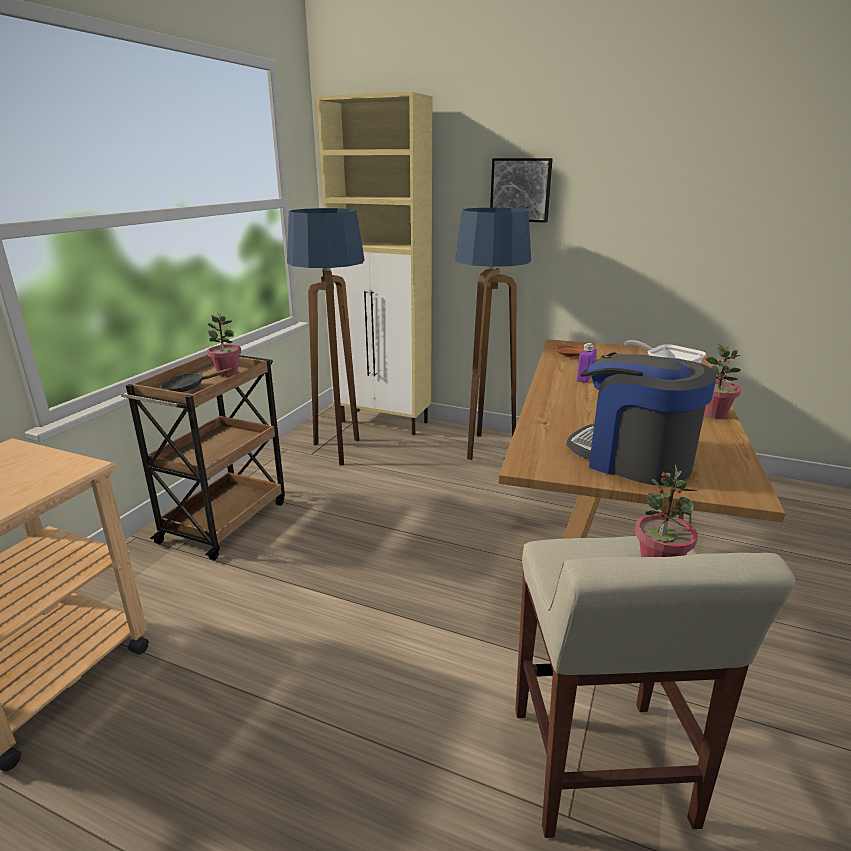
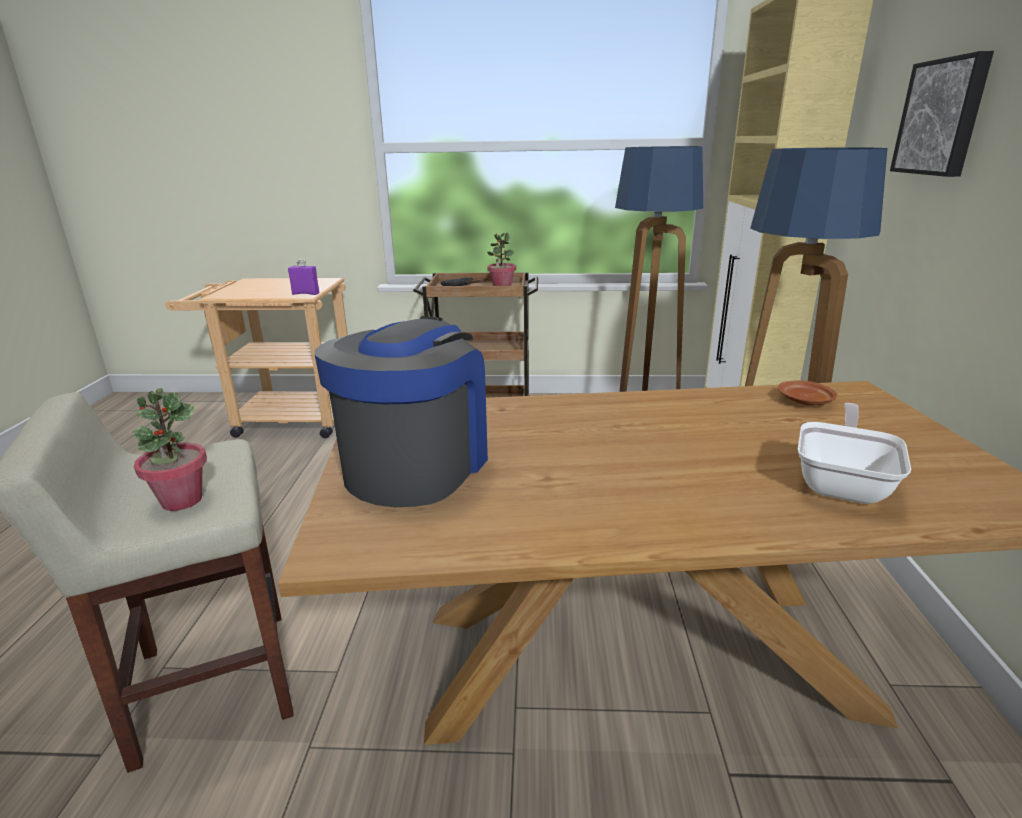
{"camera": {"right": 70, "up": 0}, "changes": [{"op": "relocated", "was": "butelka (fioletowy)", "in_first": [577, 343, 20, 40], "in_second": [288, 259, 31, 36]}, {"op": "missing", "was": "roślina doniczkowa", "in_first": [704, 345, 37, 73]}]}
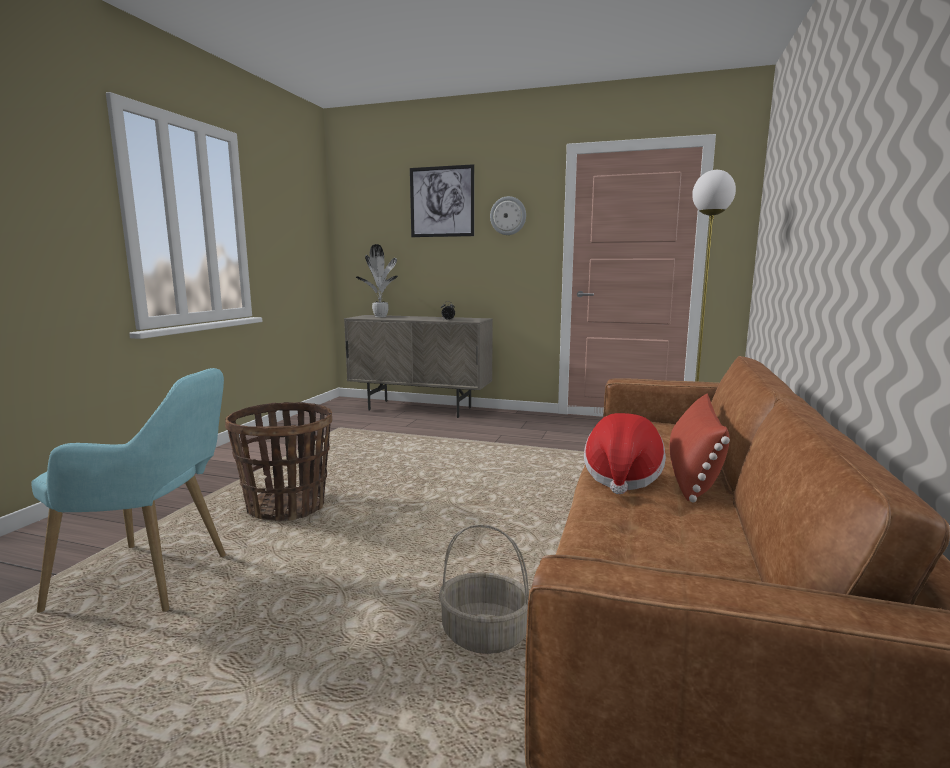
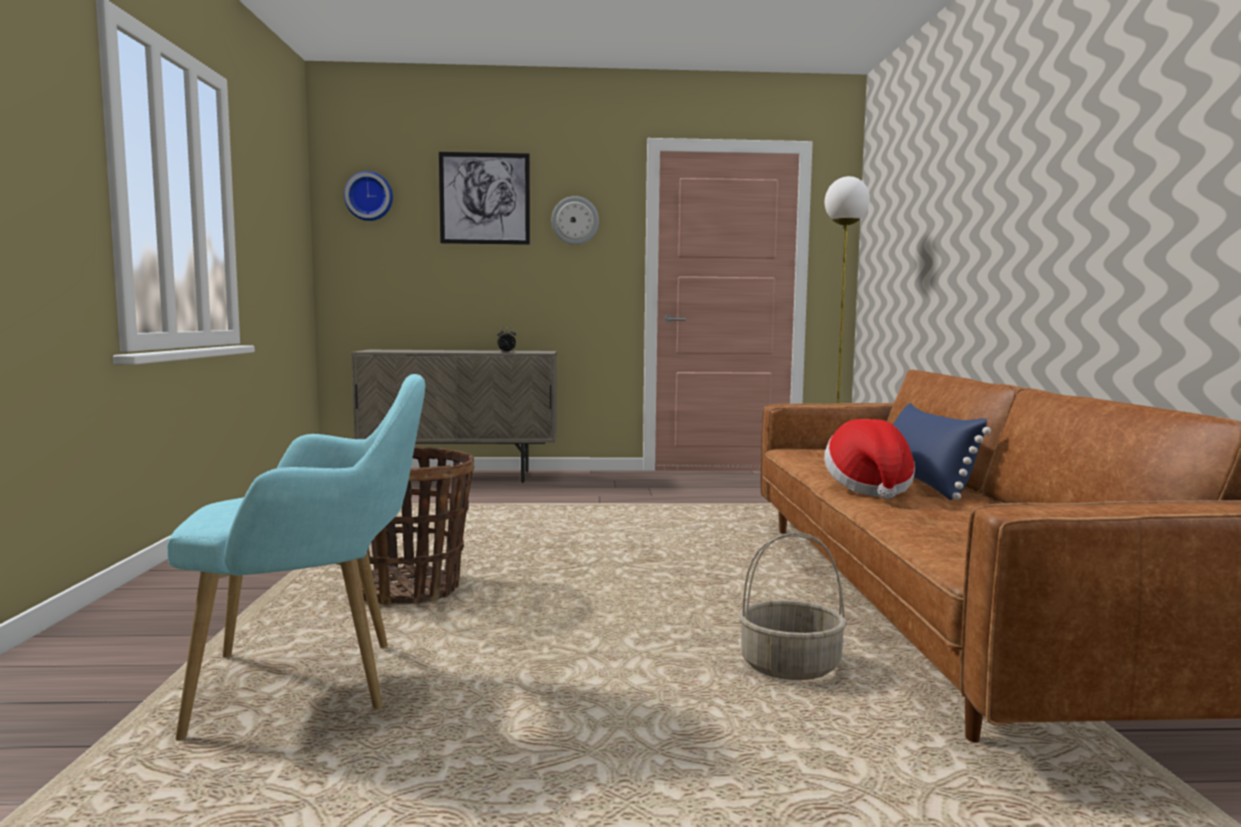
{"camera": {"right": -20, "up": -5}, "changes": [{"op": "missing", "was": "roślina doniczkowa", "in_first": [356, 244, 42, 73]}, {"op": "colour", "was": "poduszka (czerwony)", "now": "poduszka (niebieski)", "in_first": [670, 393, 60, 110], "in_second": [893, 403, 98, 97]}, {"op": "appeared", "now": "zegar ścienny", "in_second": [344, 171, 49, 50]}]}
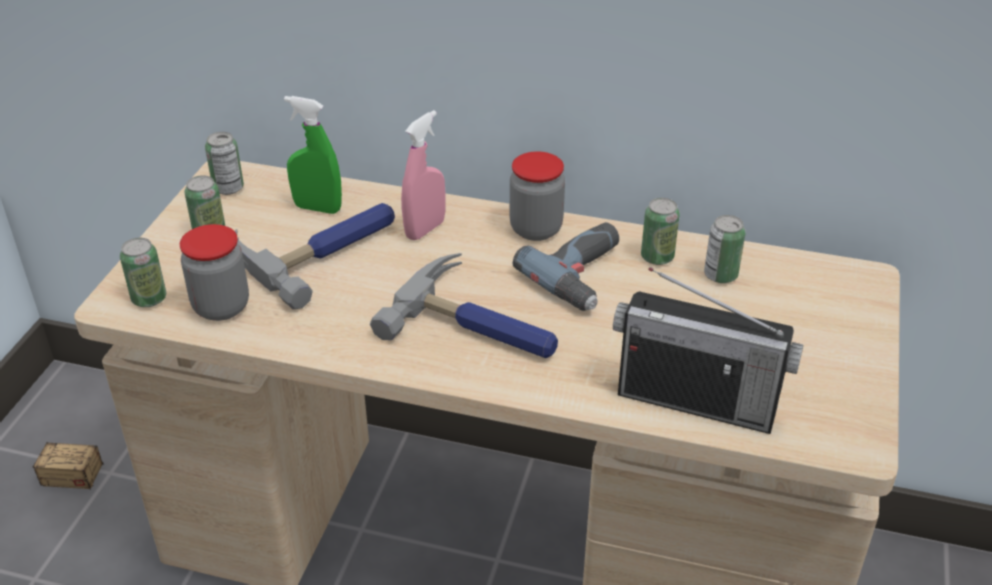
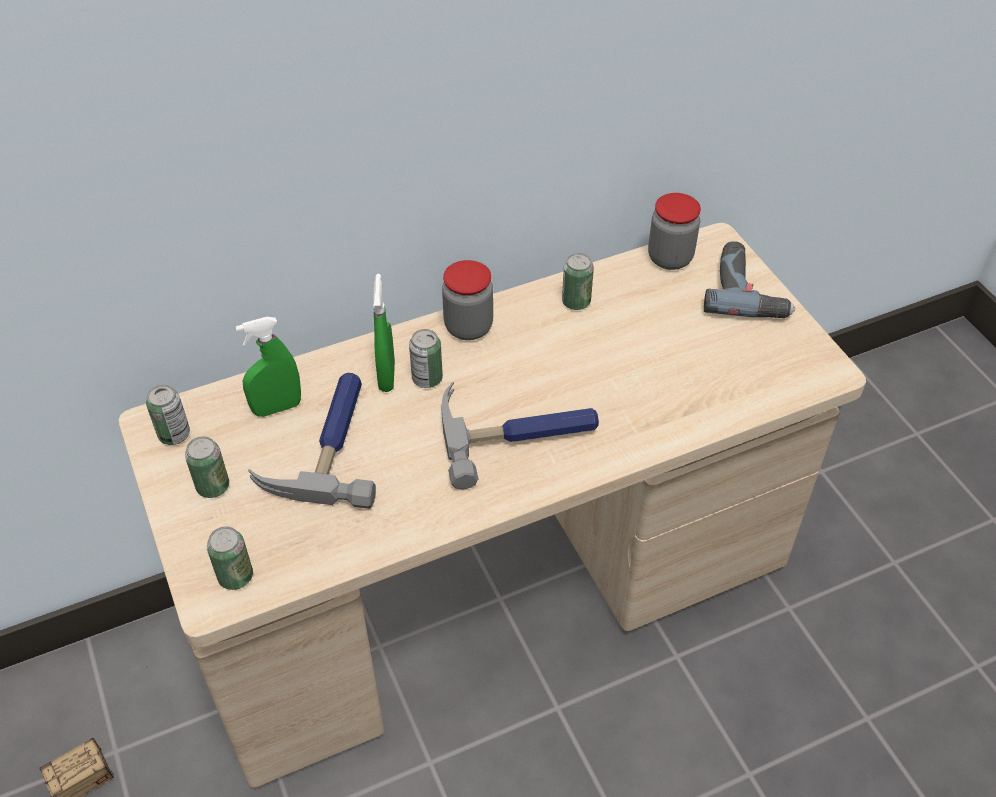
{"camera": {"right": -40, "up": 10}, "changes": [{"op": "colour", "was": "spryskiwacz (różowy)", "now": "spryskiwacz (zielony)", "in_first": [401, 110, 45, 130], "in_second": [373, 274, 22, 118]}, {"op": "relocated", "was": "puszka", "in_first": [704, 215, 42, 68], "in_second": [409, 329, 34, 59]}, {"op": "relocated", "was": "wiertarka", "in_first": [513, 222, 106, 89], "in_second": [704, 241, 91, 77]}, {"op": "relocated", "was": "słoik", "in_first": [180, 224, 69, 97], "in_second": [648, 193, 53, 77]}, {"op": "missing", "was": "radio", "in_first": [613, 267, 190, 167]}]}
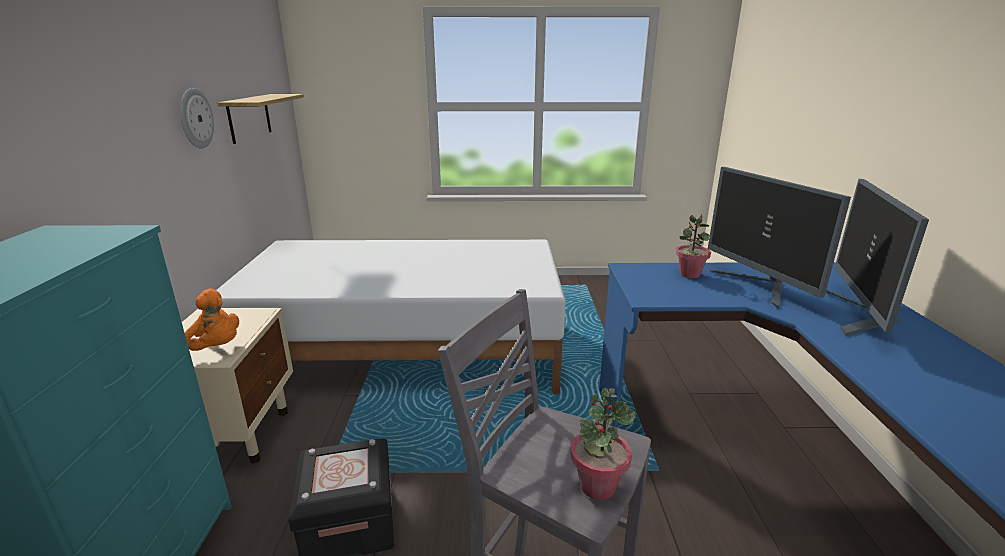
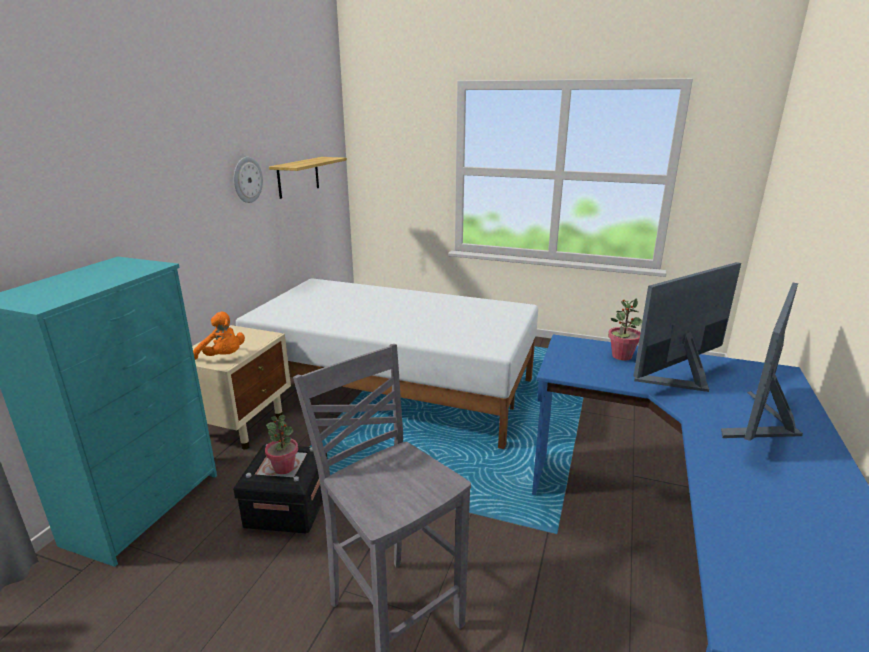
{"camera": {"right": 20, "up": 0}, "changes": [{"op": "spun", "was": "monitor", "in_first": [708, 167, 143, 142], "in_second": [634, 262, 107, 130], "clockwise": 60}, {"op": "relocated", "was": "roślina doniczkowa", "in_first": [570, 387, 66, 113], "in_second": [265, 415, 33, 59]}]}
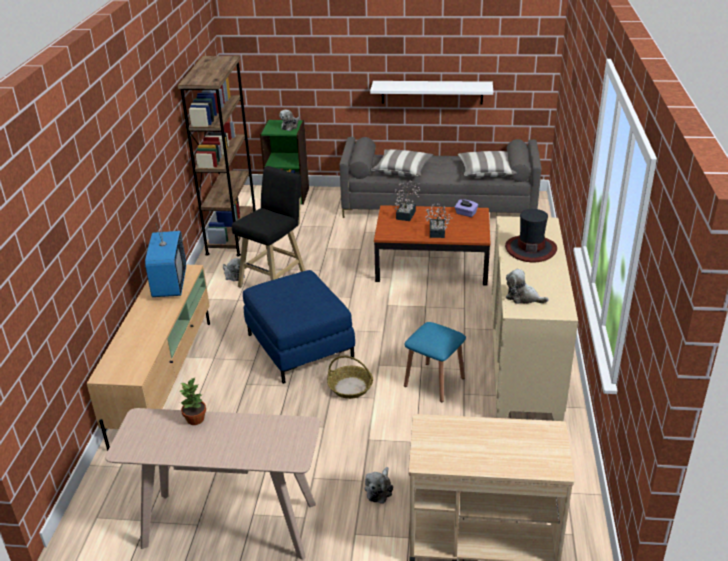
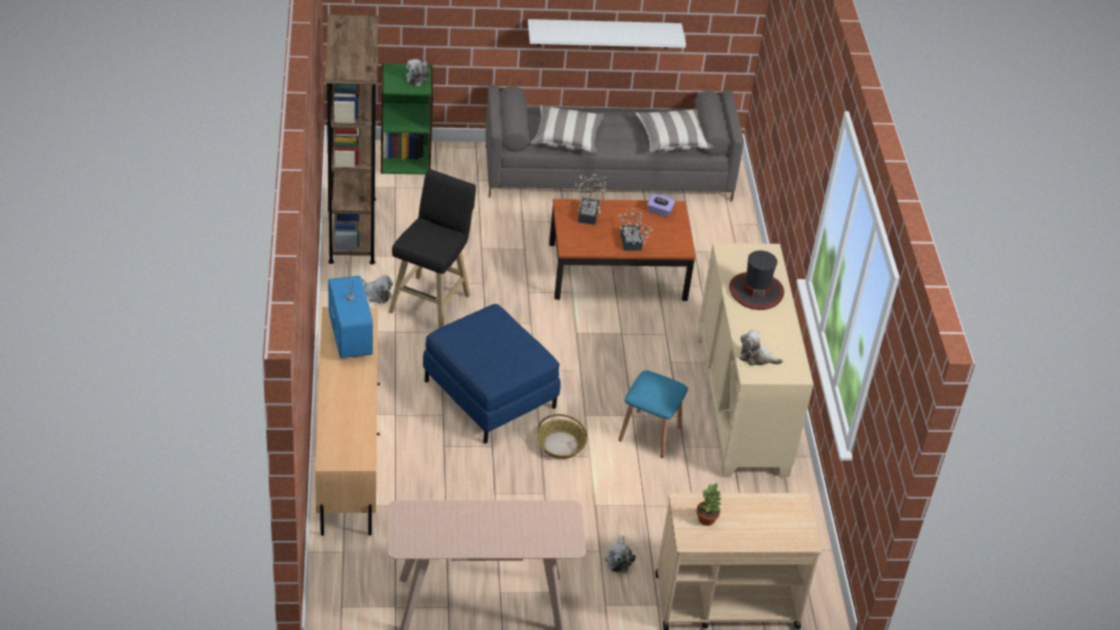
{"camera": {"right": -15, "up": 10}, "changes": [{"op": "relocated", "was": "roślina doniczkowa", "in_first": [179, 378, 27, 47], "in_second": [696, 483, 26, 43]}]}
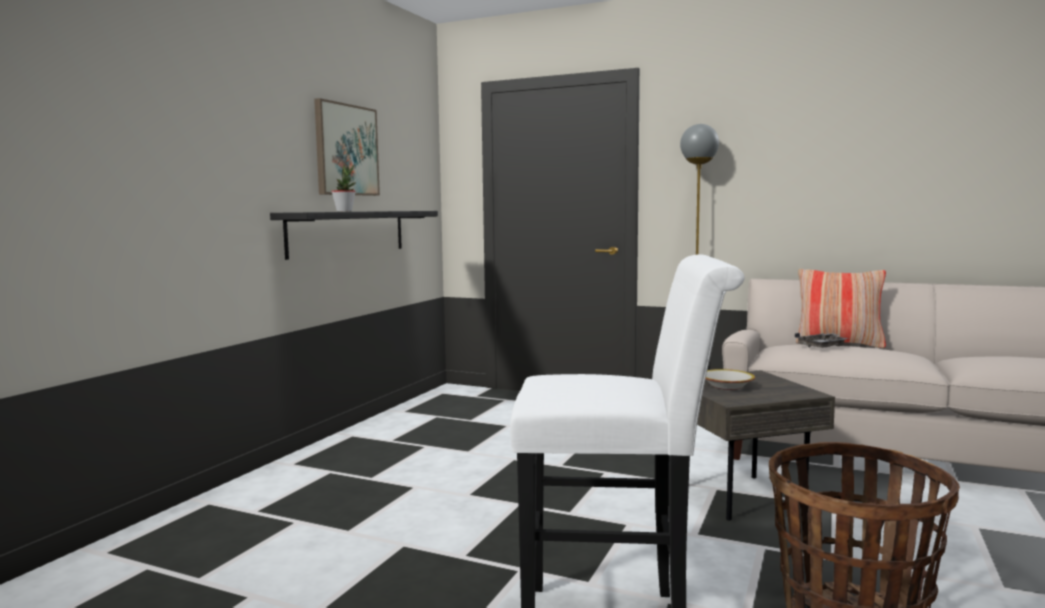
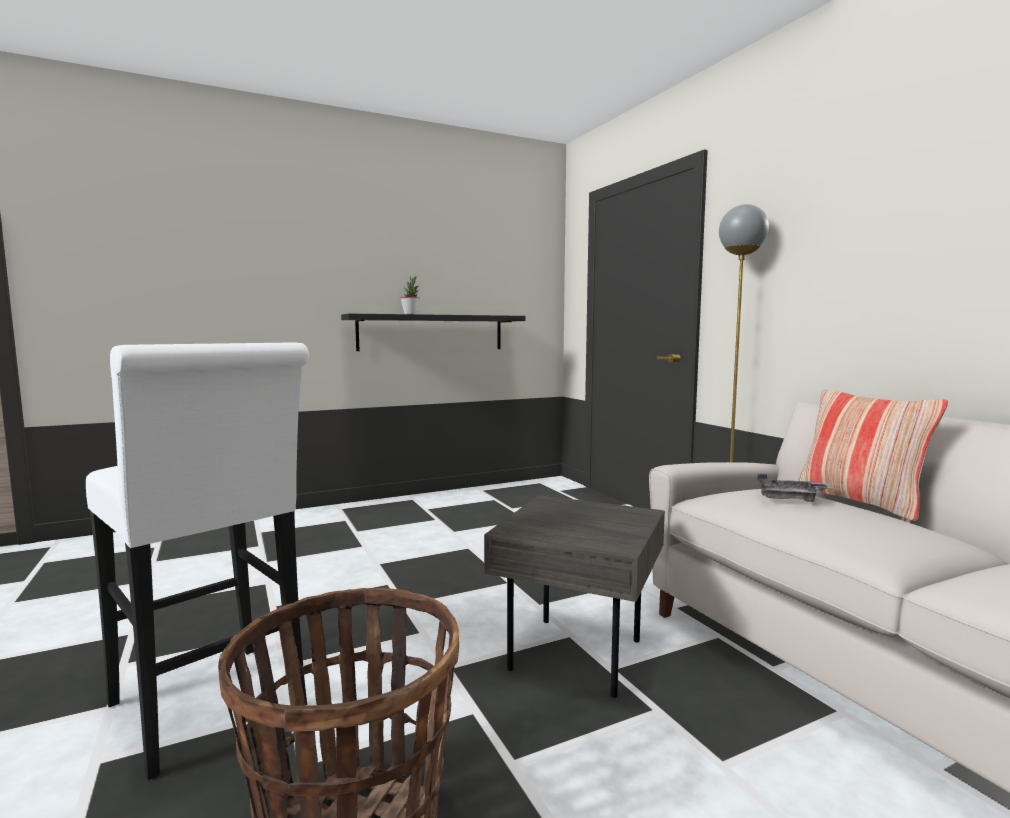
{"camera": {"right": 40, "up": 0}, "changes": [{"op": "missing", "was": "obraz", "in_first": [314, 98, 66, 98]}, {"op": "missing", "was": "miska", "in_first": [706, 369, 49, 21]}]}
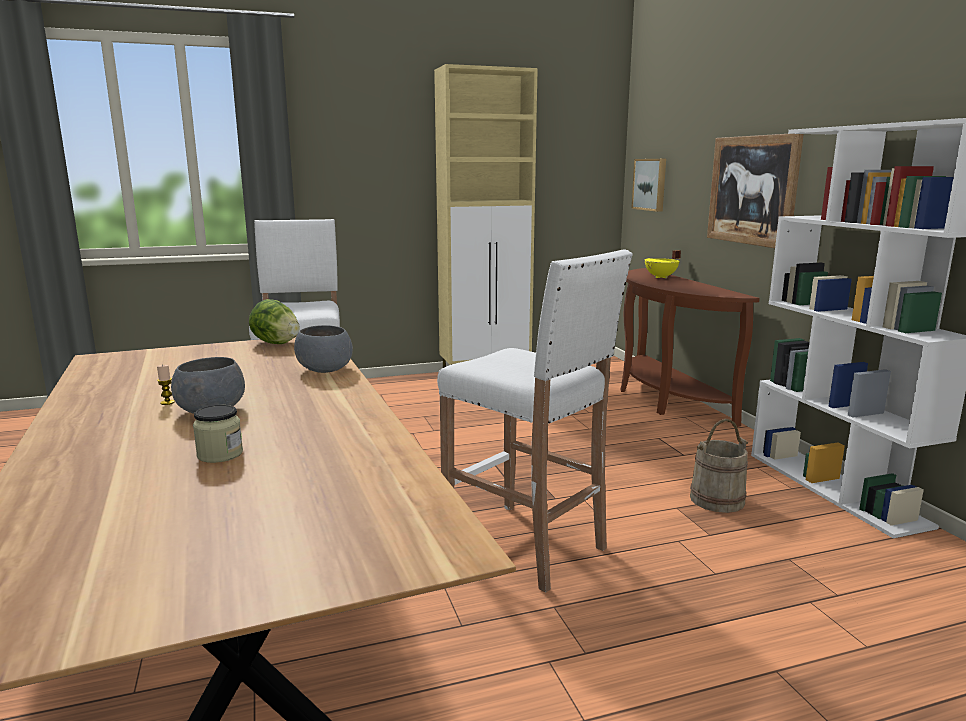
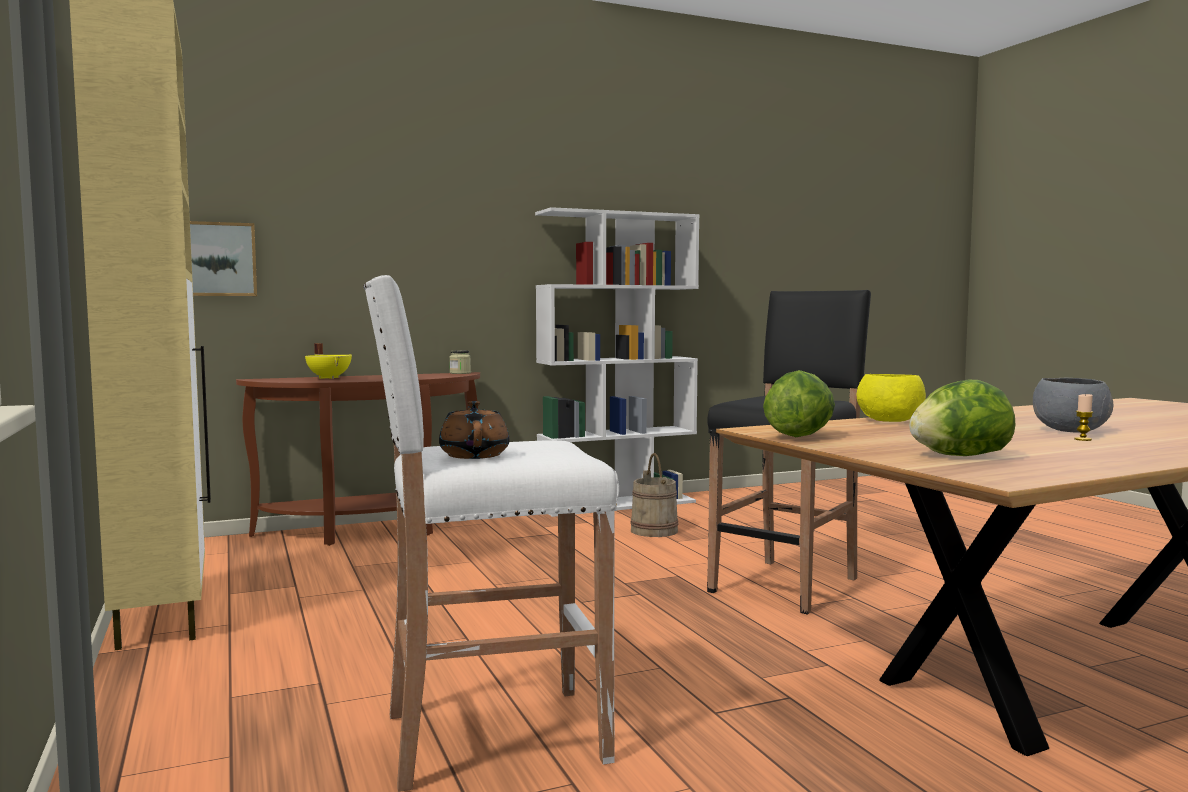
{"camera": {"right": -95, "up": -10}, "changes": [{"op": "missing", "was": "obraz", "in_first": [707, 134, 97, 114]}, {"op": "colour", "was": "stołek (biały)", "now": "stołek (czarny)", "in_first": [437, 250, 196, 342], "in_second": [707, 290, 164, 325]}, {"op": "colour", "was": "miska (szary)", "now": "miska (żółty)", "in_first": [294, 325, 59, 48], "in_second": [857, 374, 69, 48]}, {"op": "relocated", "was": "słoik", "in_first": [193, 405, 50, 58], "in_second": [450, 350, 21, 24]}, {"op": "appeared", "now": "sałata", "in_second": [909, 380, 107, 76]}, {"op": "appeared", "now": "imbryk (brązowy)", "in_second": [439, 401, 70, 58]}]}
